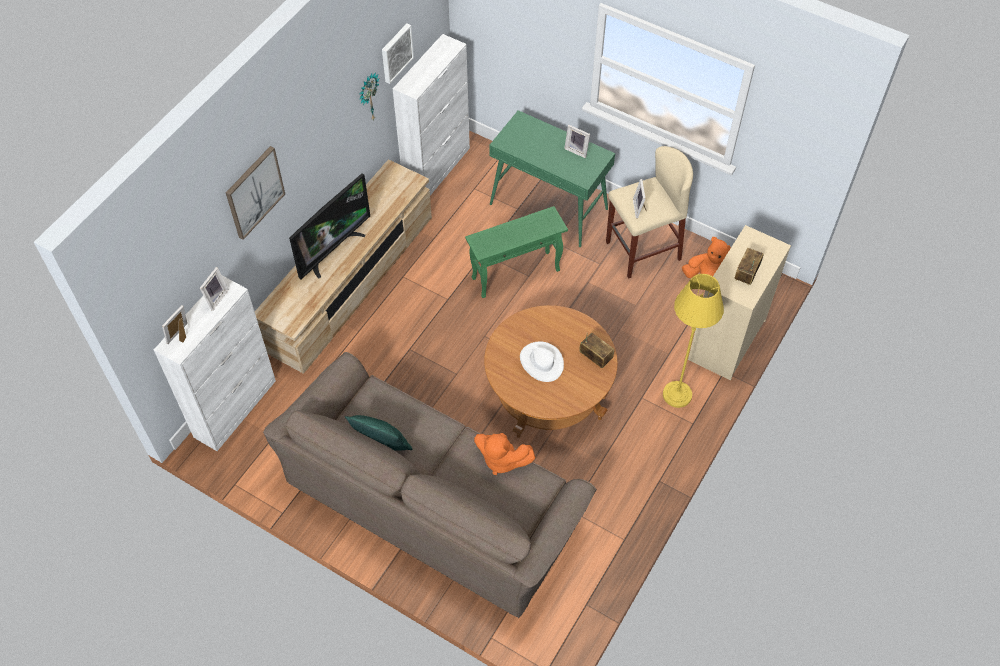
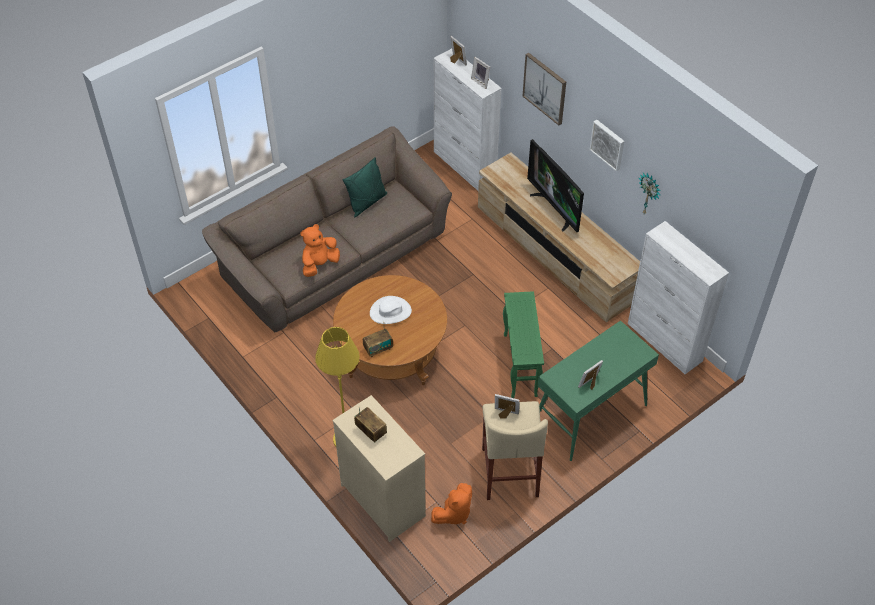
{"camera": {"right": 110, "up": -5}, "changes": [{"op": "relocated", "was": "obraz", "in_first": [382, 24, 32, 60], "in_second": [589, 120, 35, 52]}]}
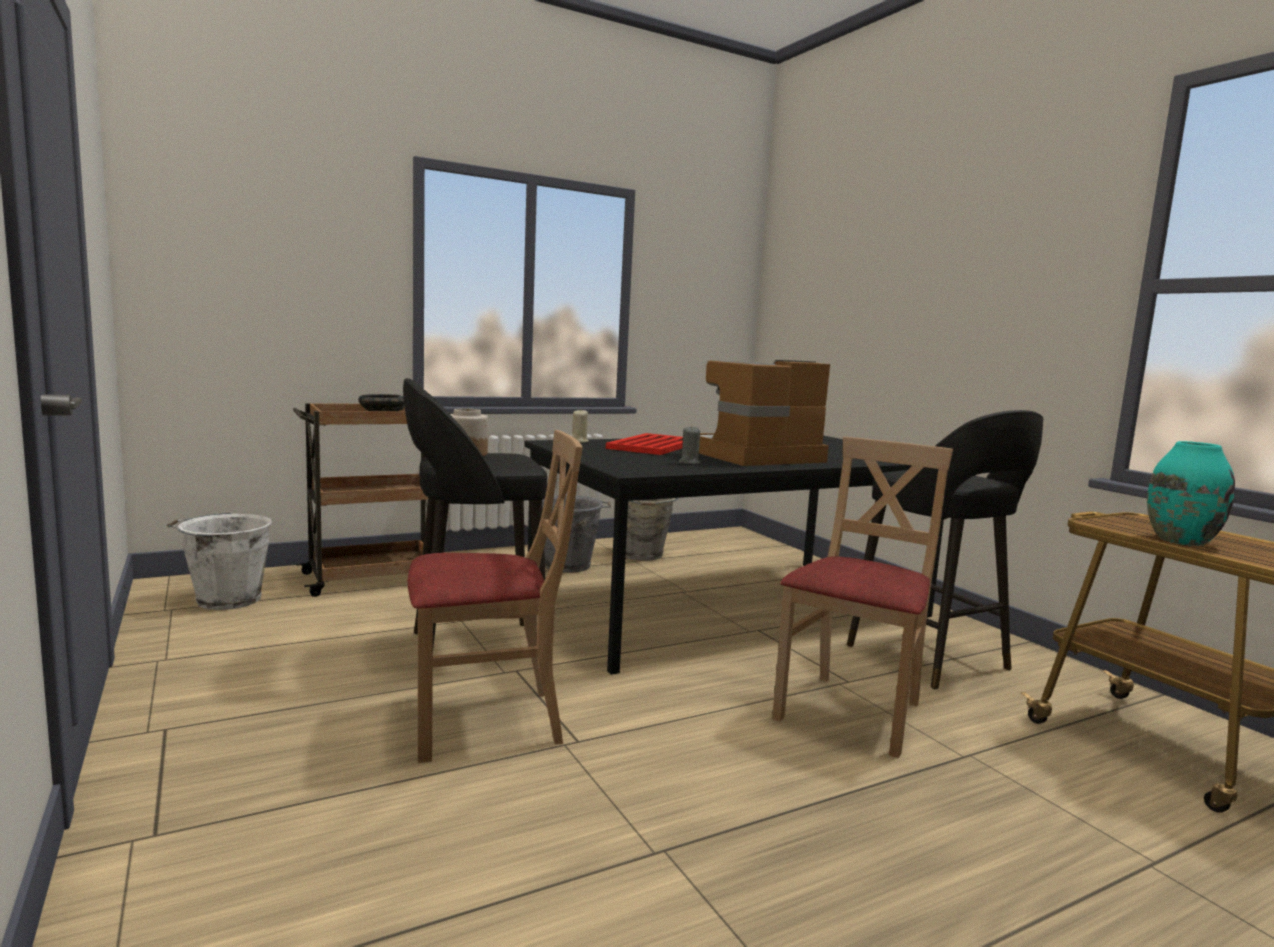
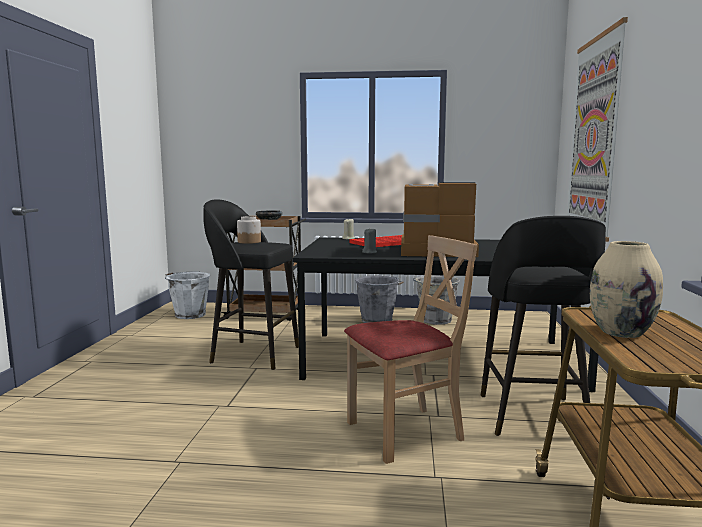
{"camera": {"right": 35, "up": 0}, "changes": [{"op": "missing", "was": "krzesło (beżowy)", "in_first": [408, 430, 175, 333]}, {"op": "colour", "was": "wazon (turkusowy)", "now": "wazon (beżowy)", "in_first": [1147, 441, 88, 105], "in_second": [590, 241, 73, 97]}, {"op": "appeared", "now": "obraz", "in_second": [567, 17, 61, 225]}]}
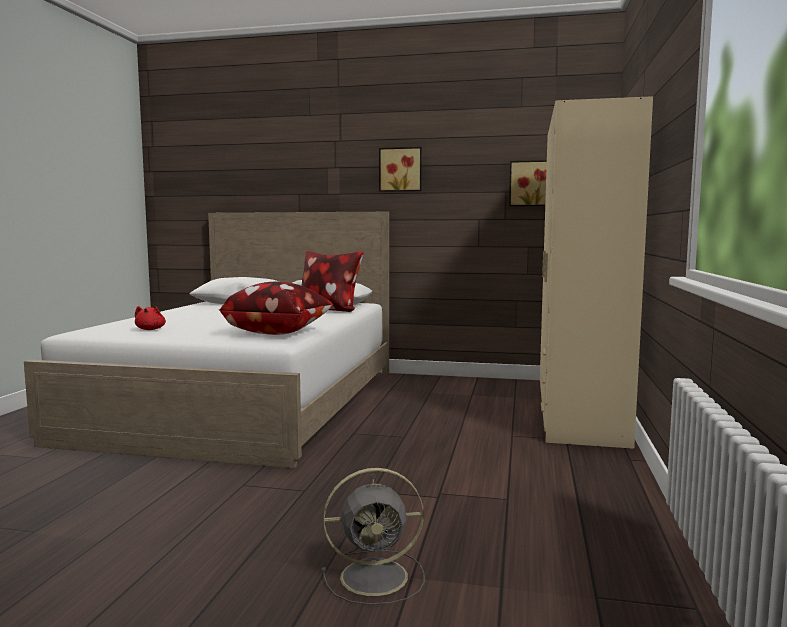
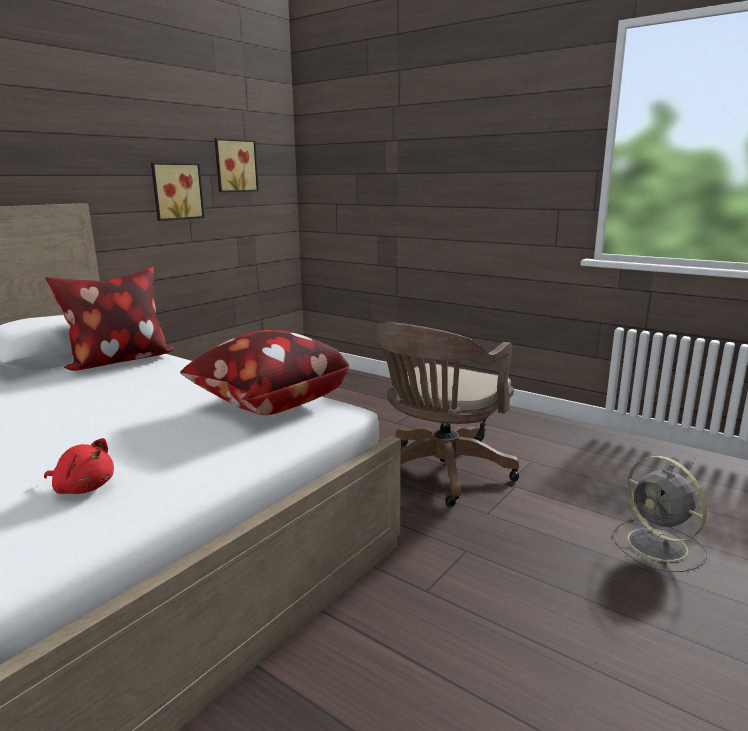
{"camera": {"right": -65, "up": 10}, "changes": [{"op": "missing", "was": "szafa (beżowy)", "in_first": [540, 96, 113, 353]}, {"op": "relocated", "was": "obraz", "in_first": [379, 147, 43, 45], "in_second": [151, 163, 54, 58]}, {"op": "spun", "was": "wentylator (szary)", "in_first": [322, 468, 103, 137], "in_second": [613, 456, 94, 116], "clockwise": 135}, {"op": "appeared", "now": "krzesło biurowe (brązowy)", "in_second": [376, 322, 143, 185]}]}
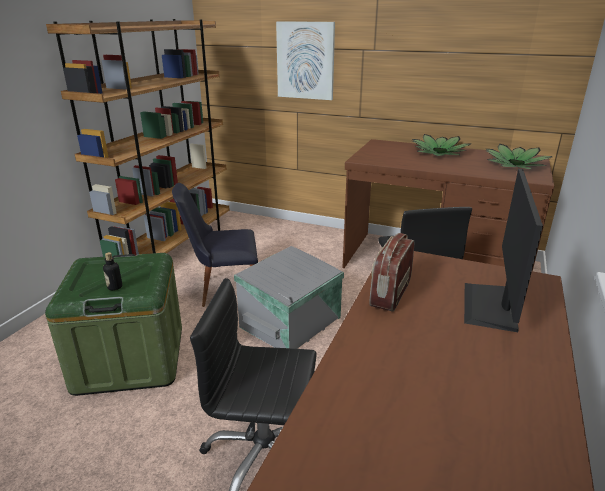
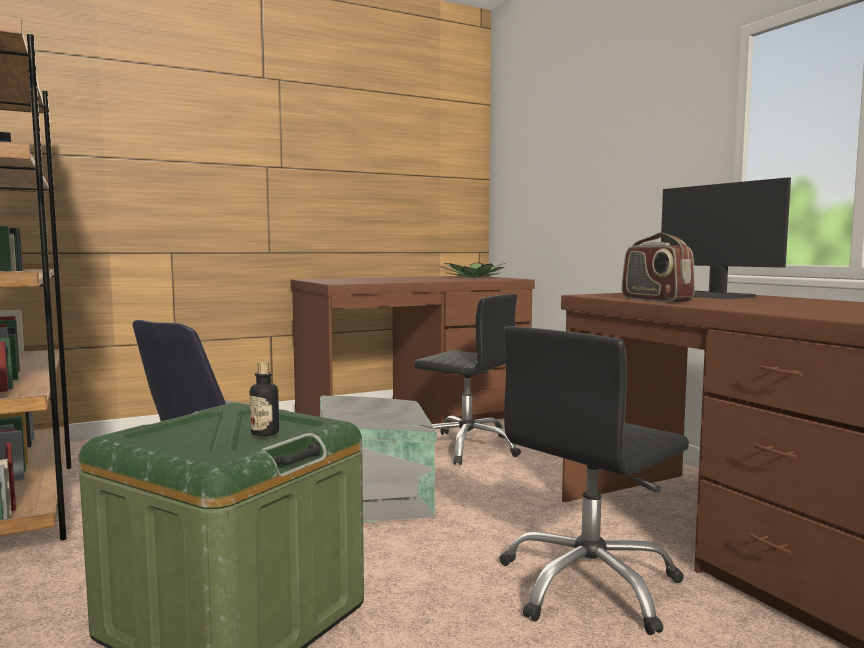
{"camera": {"right": -50, "up": -20}, "changes": [{"op": "missing", "was": "obraz", "in_first": [276, 21, 59, 79]}, {"op": "missing", "was": "roślina doniczkowa", "in_first": [412, 134, 58, 22]}]}
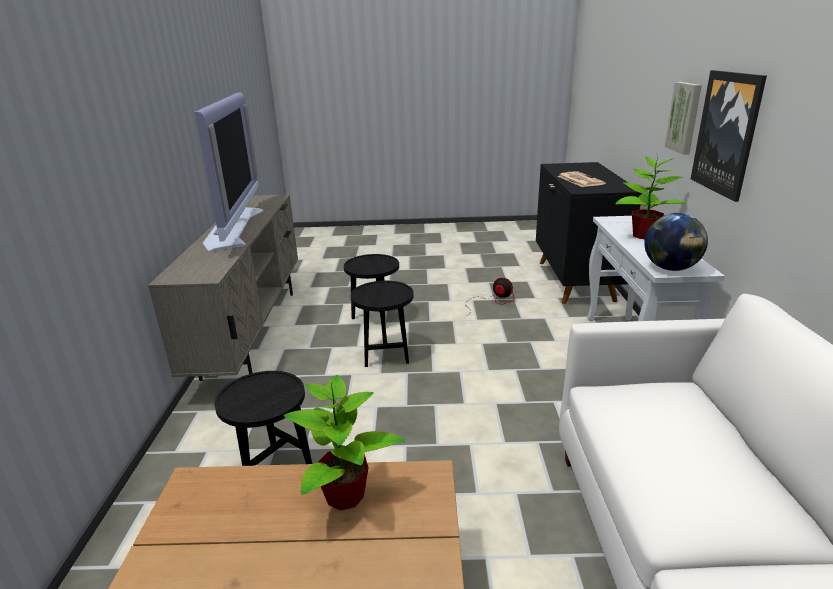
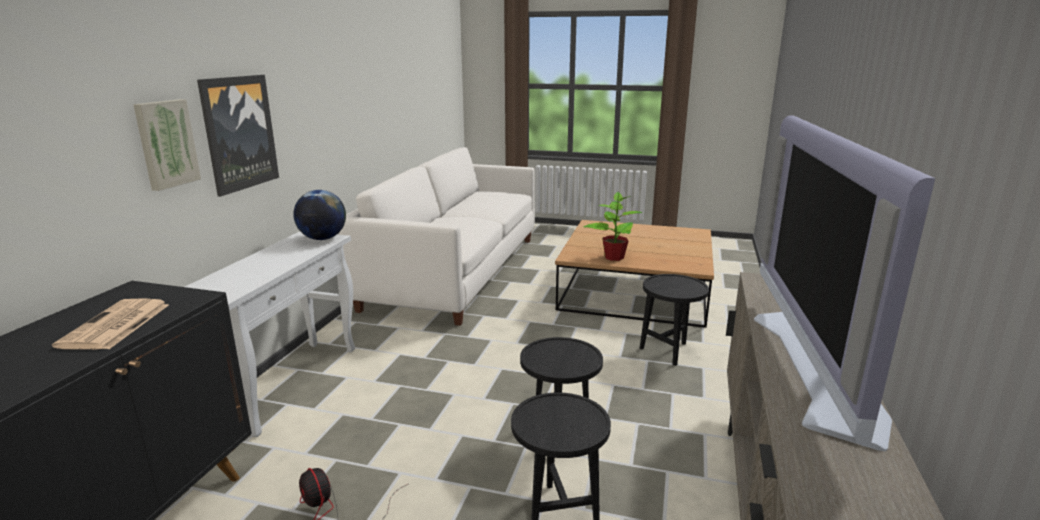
{"camera": {"right": -165, "up": -5}, "changes": [{"op": "missing", "was": "roślina doniczkowa", "in_first": [615, 156, 72, 83]}]}
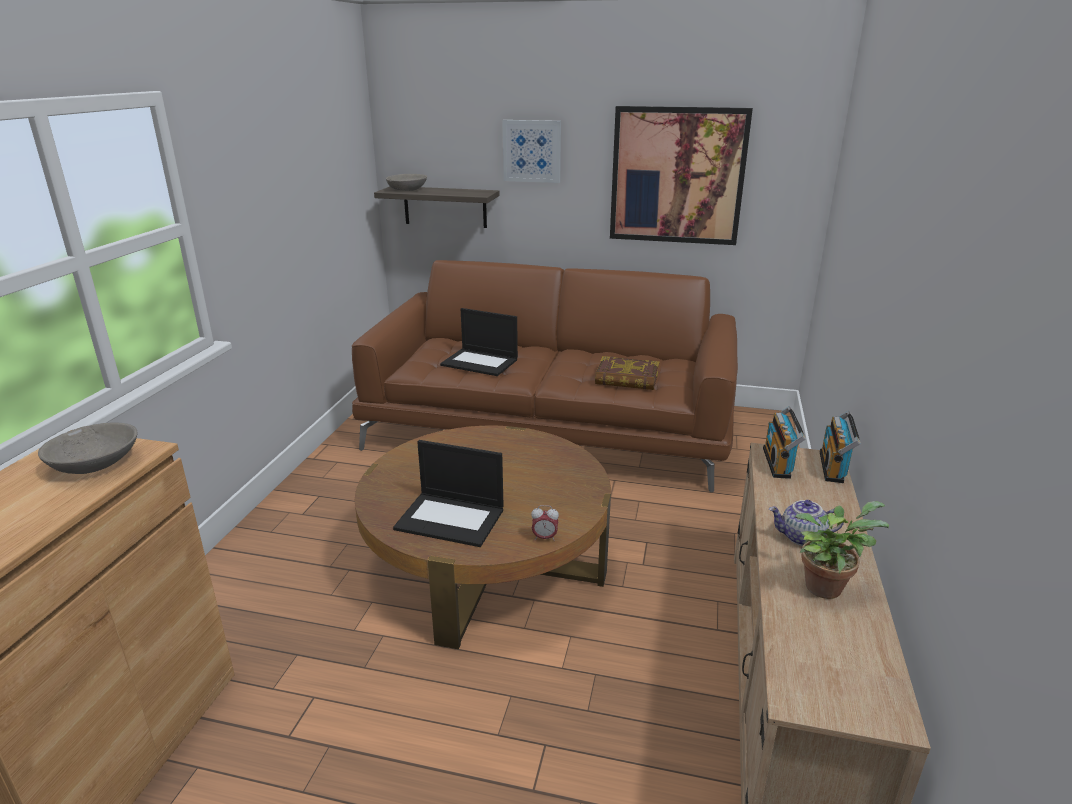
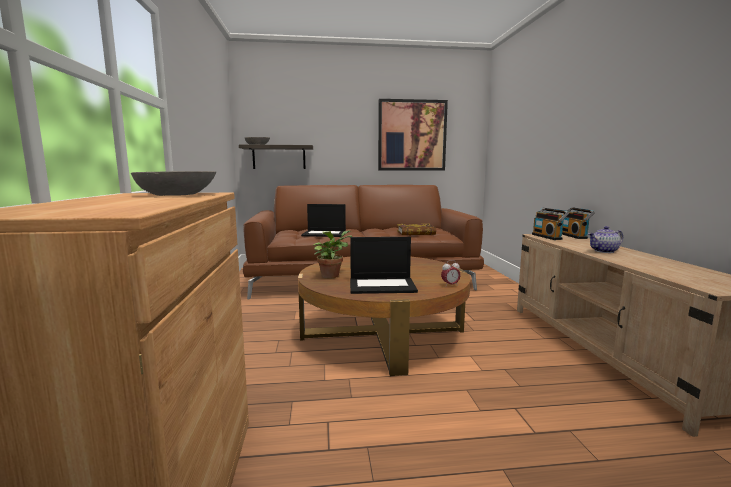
{"camera": {"right": -20, "up": -15}, "changes": [{"op": "missing", "was": "obraz", "in_first": [502, 120, 59, 63]}, {"op": "relocated", "was": "roślina doniczkowa", "in_first": [795, 501, 94, 98], "in_second": [313, 231, 39, 47]}]}
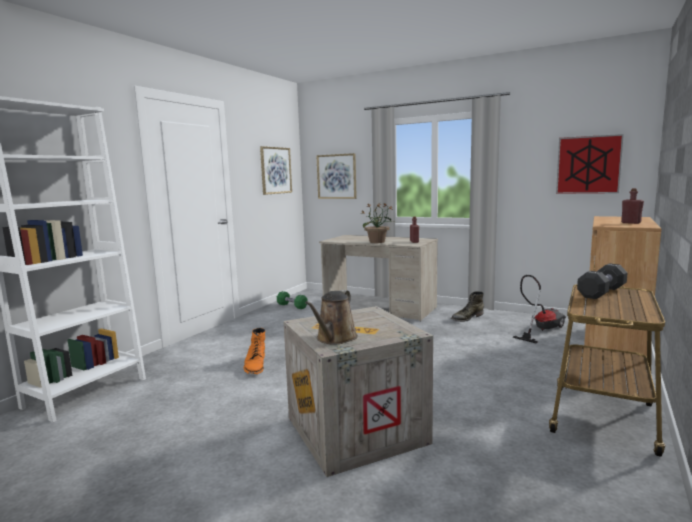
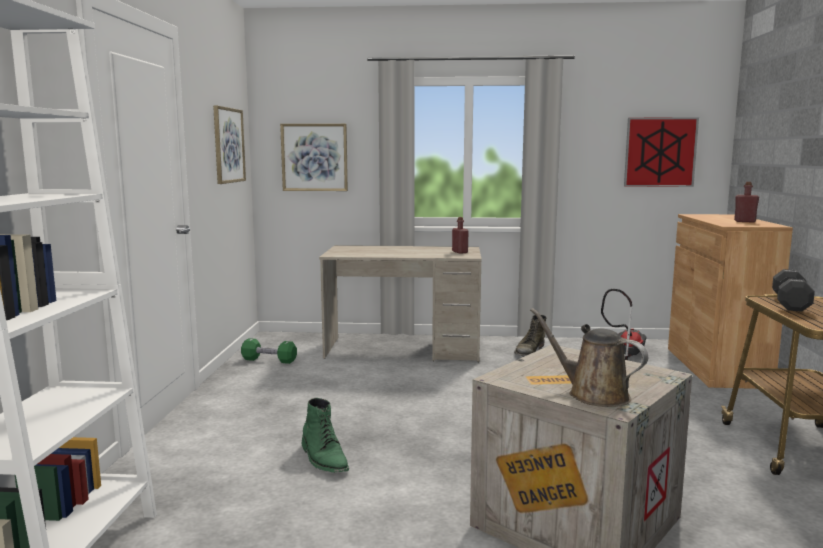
{"camera": {"right": -25, "up": 0}, "changes": [{"op": "missing", "was": "roślina doniczkowa", "in_first": [362, 203, 34, 40]}, {"op": "spun", "was": "konewka (brązowy)", "in_first": [305, 290, 53, 55], "in_second": [530, 308, 118, 99], "clockwise": 135}, {"op": "colour", "was": "but z cholewką (pomarańczowy)", "now": "but z cholewką (zielony)", "in_first": [244, 328, 21, 46], "in_second": [302, 398, 47, 75]}]}
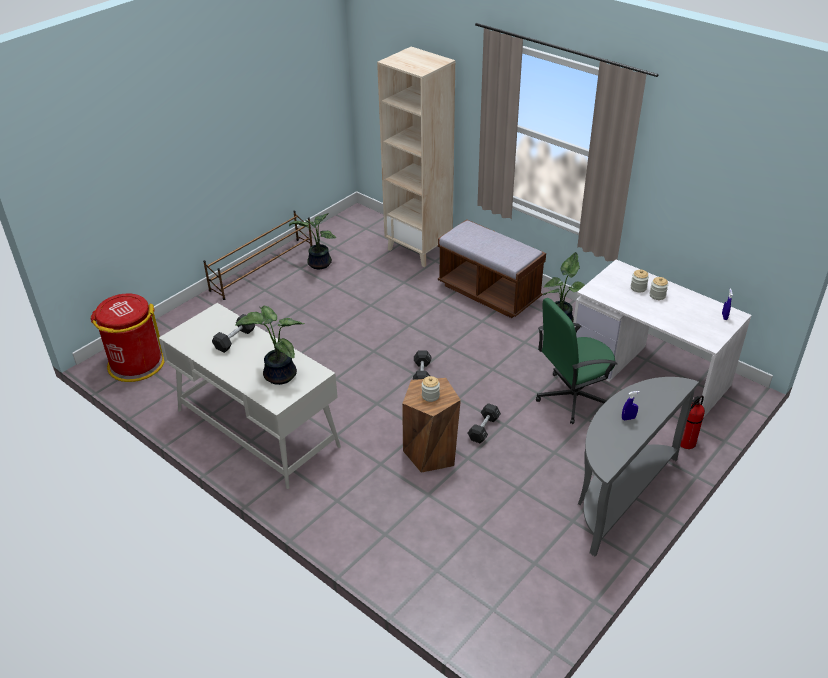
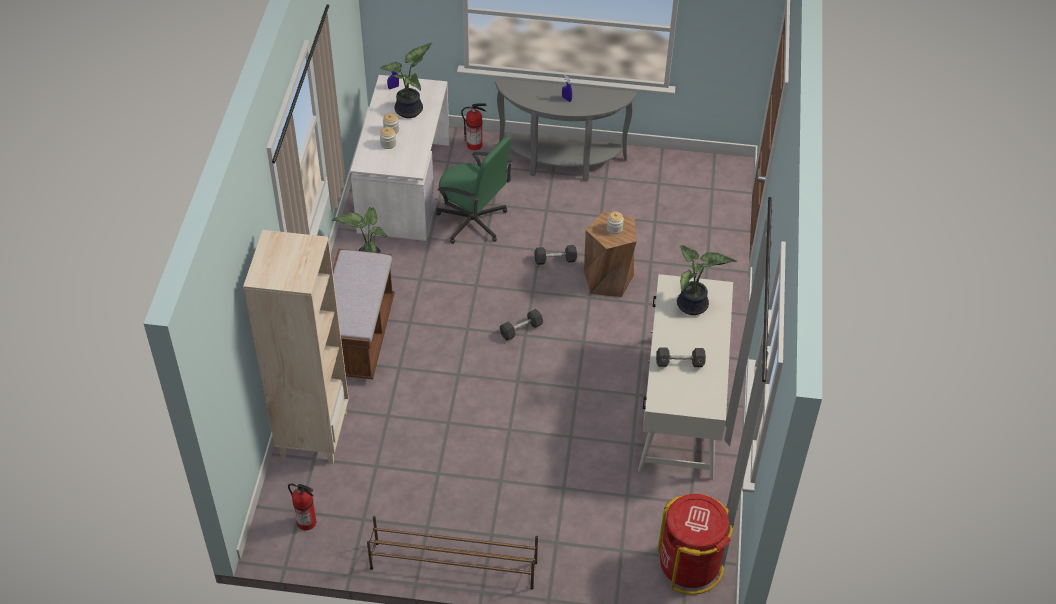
{"camera": {"right": -125, "up": 10}, "changes": [{"op": "relocated", "was": "roślina doniczkowa", "in_first": [289, 213, 47, 56], "in_second": [380, 43, 53, 75]}, {"op": "appeared", "now": "gaśnica", "in_second": [288, 483, 28, 47]}]}
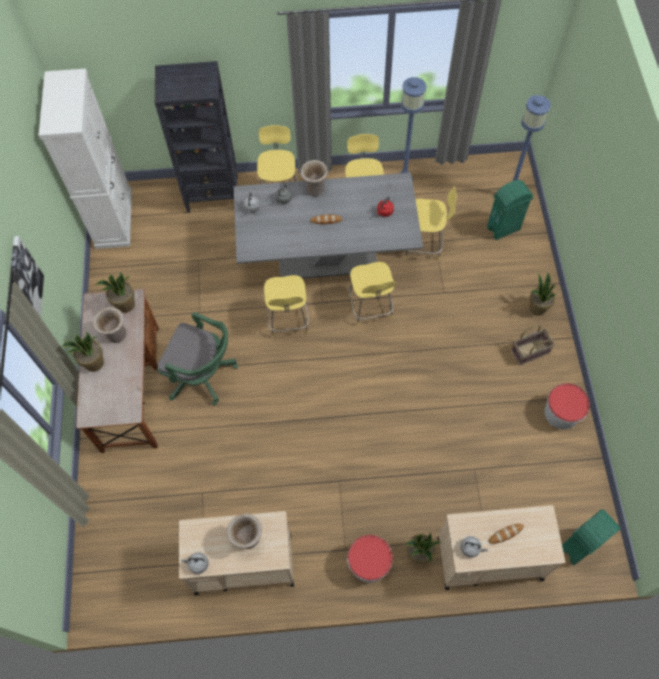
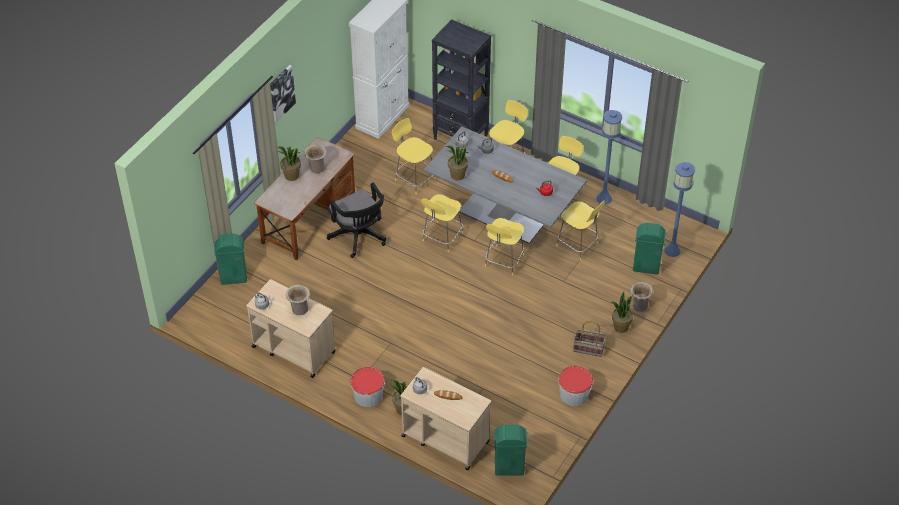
{"camera": {"right": 35, "up": -15}, "changes": [{"op": "relocated", "was": "wazon (beżowy)", "in_first": [300, 160, 28, 37], "in_second": [630, 282, 23, 30]}, {"op": "relocated", "was": "roślina doniczkowa", "in_first": [96, 272, 39, 41], "in_second": [446, 145, 23, 35]}, {"op": "colour", "was": "krzesło biurowe (zielony)", "now": "krzesło biurowe (czarny)", "in_first": [157, 312, 81, 93], "in_second": [327, 183, 59, 75]}, {"op": "appeared", "now": "stołek (żółty)", "in_second": [392, 118, 44, 77]}, {"op": "appeared", "now": "kosz na śmieci (zielony)", "in_second": [214, 233, 33, 52]}]}
